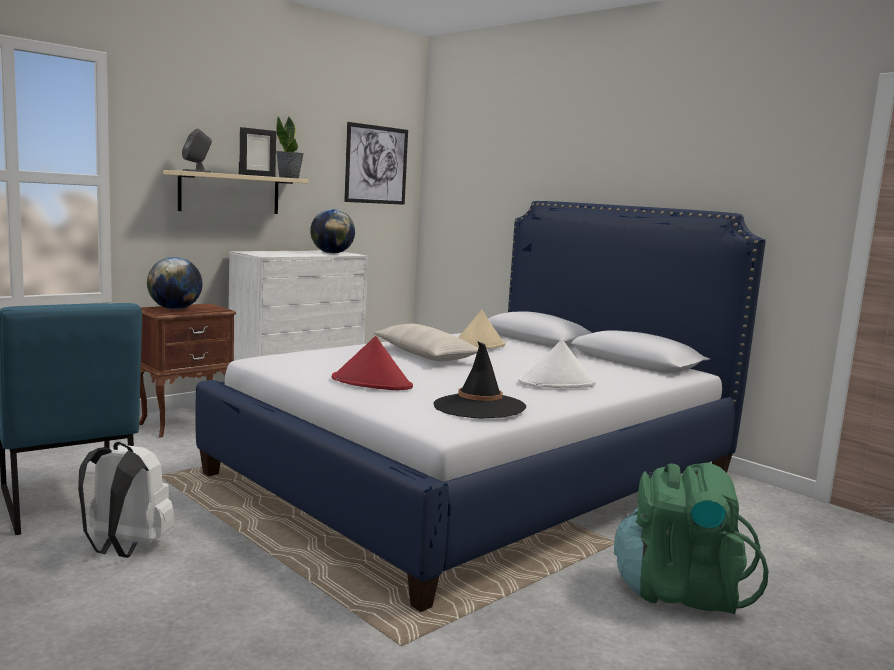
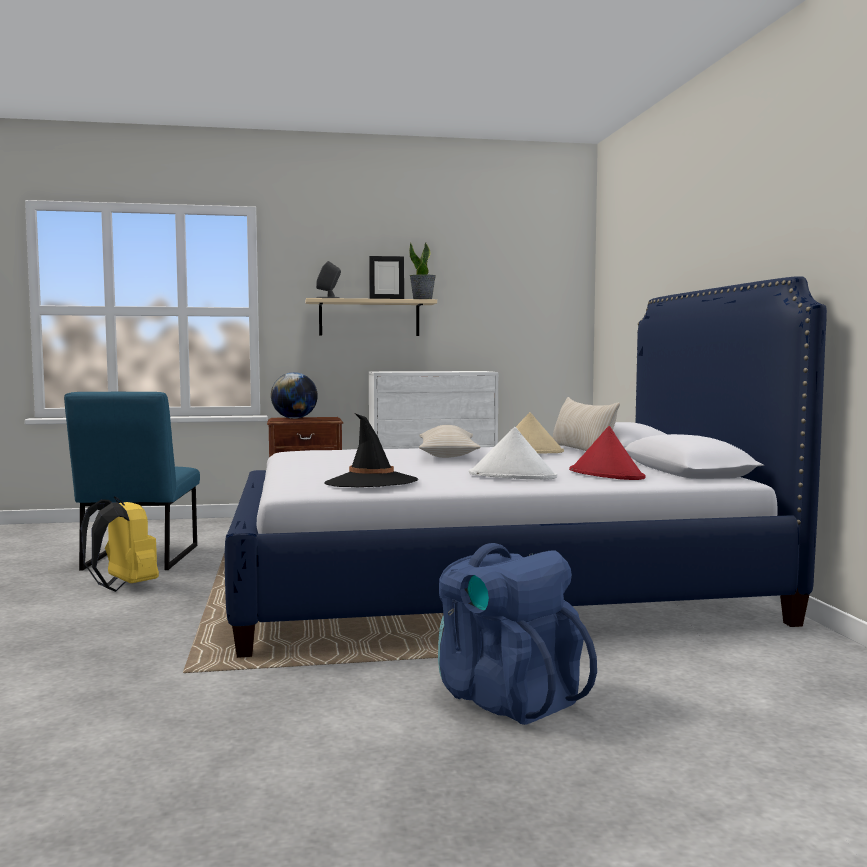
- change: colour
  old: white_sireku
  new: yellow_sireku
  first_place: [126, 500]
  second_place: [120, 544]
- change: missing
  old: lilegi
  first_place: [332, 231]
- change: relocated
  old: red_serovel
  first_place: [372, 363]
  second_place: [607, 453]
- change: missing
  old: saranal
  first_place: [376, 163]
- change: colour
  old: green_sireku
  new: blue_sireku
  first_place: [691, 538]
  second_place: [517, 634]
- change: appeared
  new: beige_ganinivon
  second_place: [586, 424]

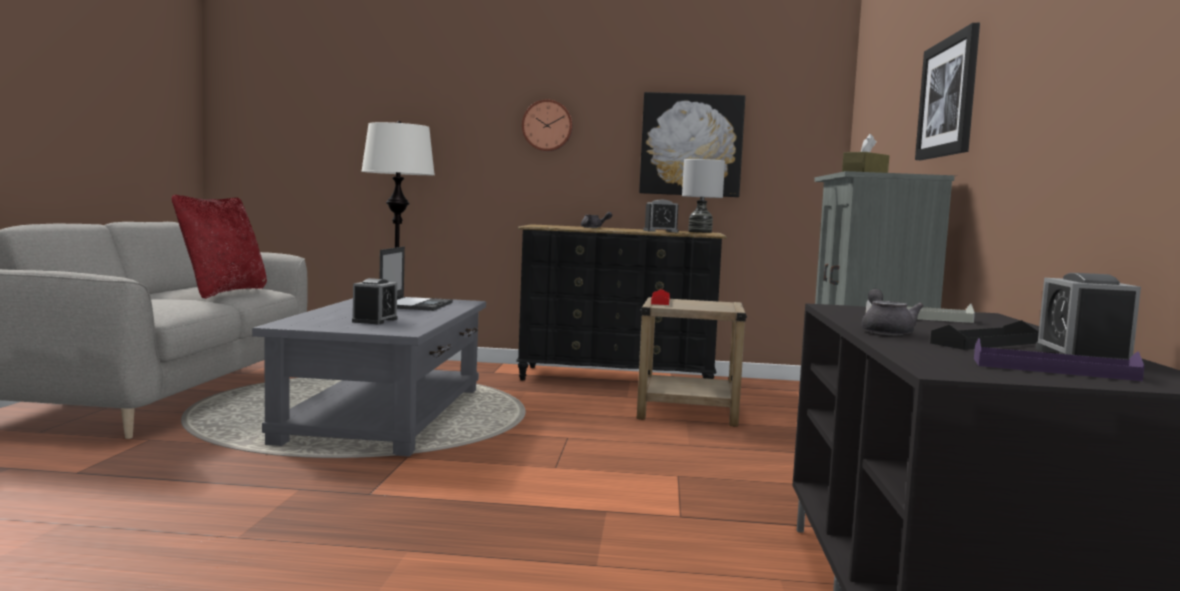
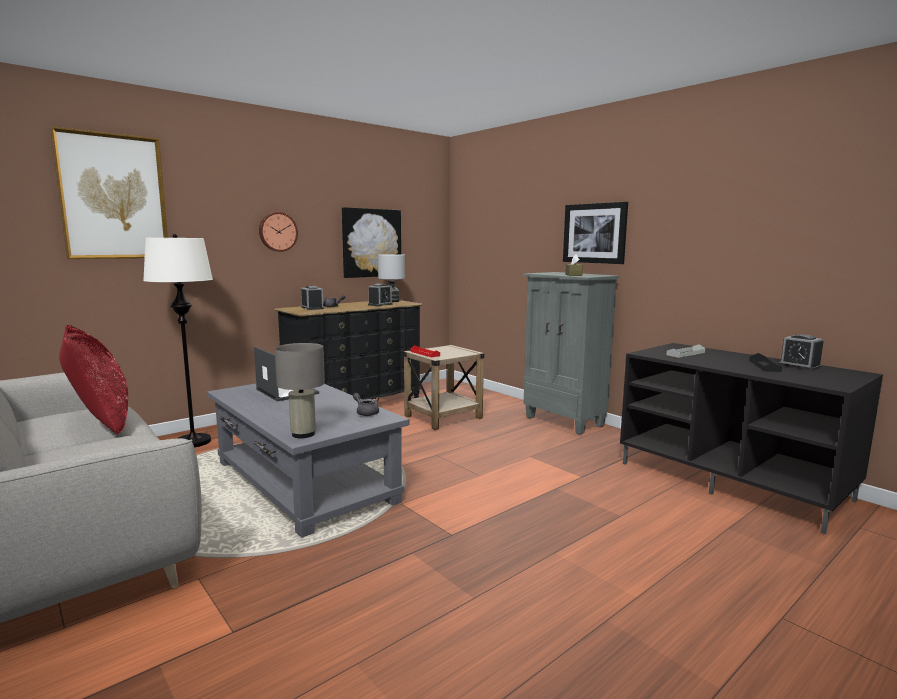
- change: relocated
  old: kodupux
  first_place: [374, 301]
  second_place: [312, 298]
- change: relocated
  old: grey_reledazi
  first_place: [892, 312]
  second_place: [366, 404]
- change: missing
  old: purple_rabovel
  first_place: [1059, 359]
- change: appeared
  new: saranal
  second_place: [109, 192]
- change: appeared
  new: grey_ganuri
  second_place: [300, 390]

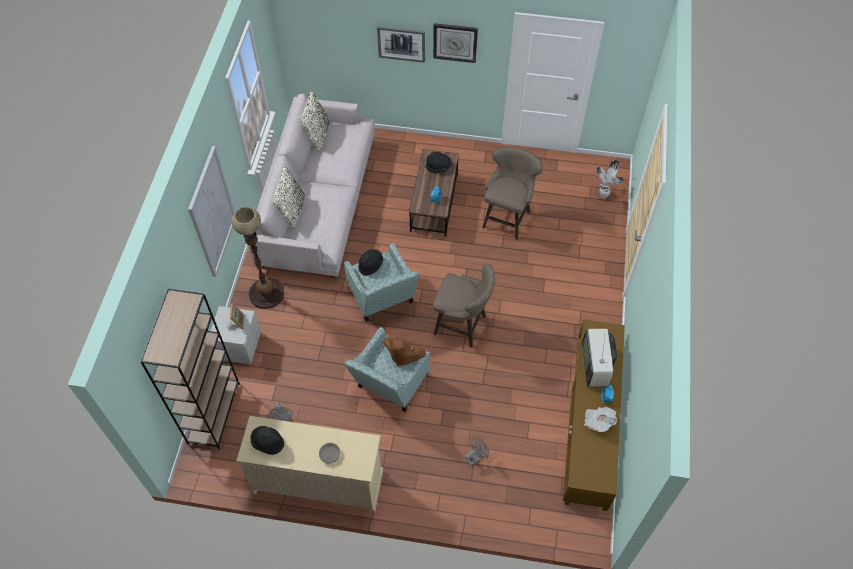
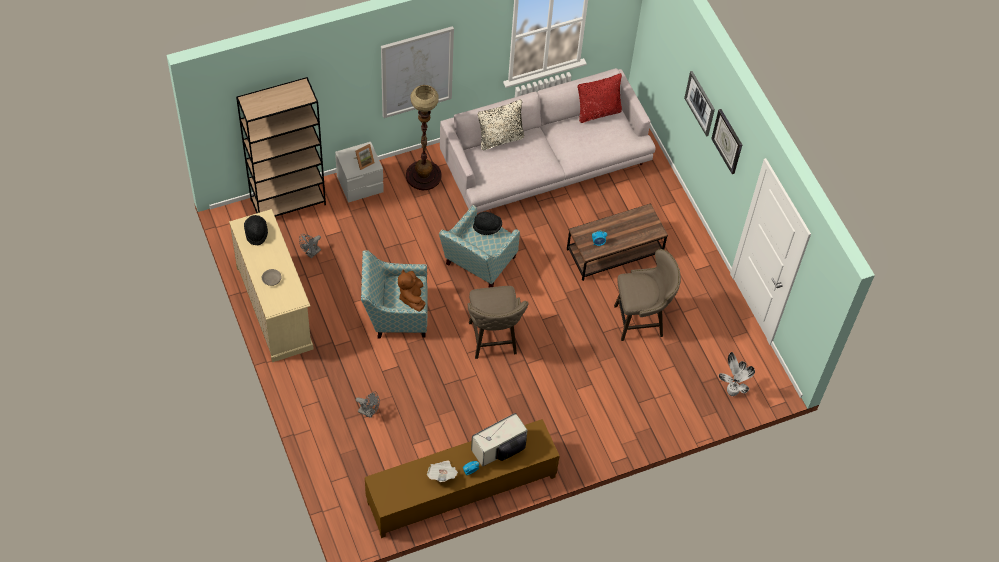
- change: colour
  old: beige_ganinivon
  new: red_ganinivon
  first_place: [315, 121]
  second_place: [599, 98]
- change: missing
  old: black_serovel
  first_place: [439, 162]

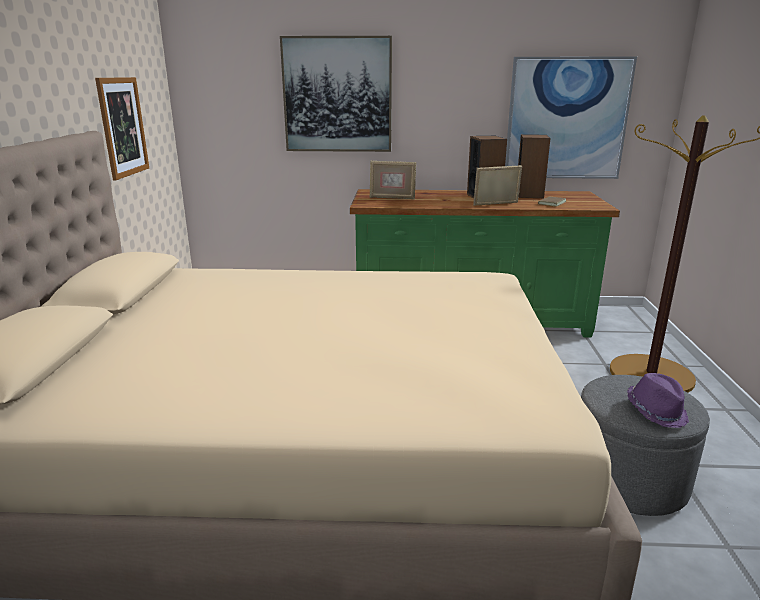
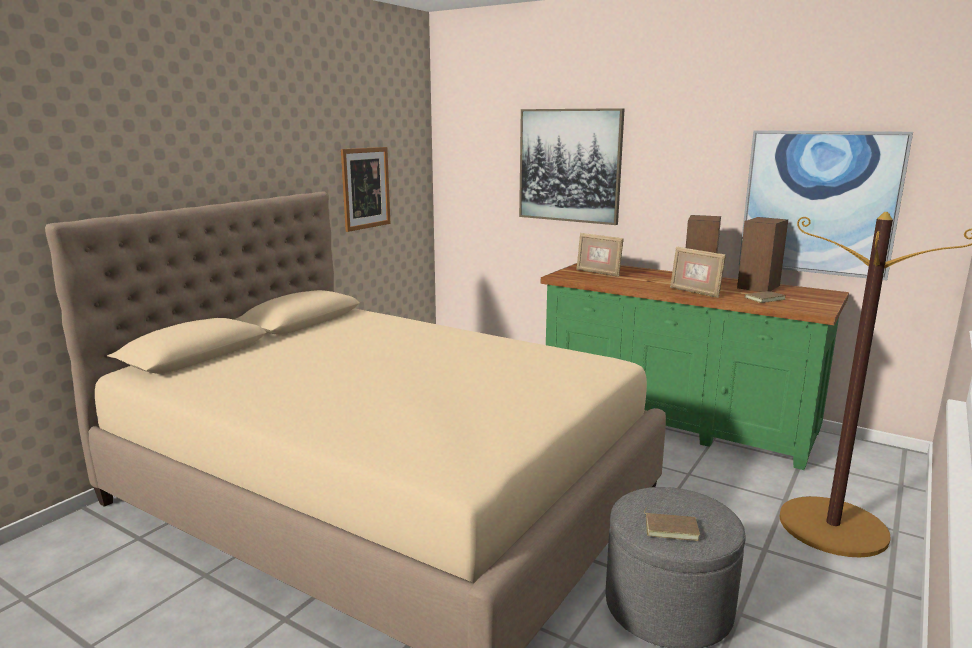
- change: spun
  old: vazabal
  first_place: [497, 185]
  second_place: [698, 272]
  degrees: -150
- change: exchanged
  old: purple_serovel
  new: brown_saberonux
  first_place: [658, 400]
  second_place: [672, 524]

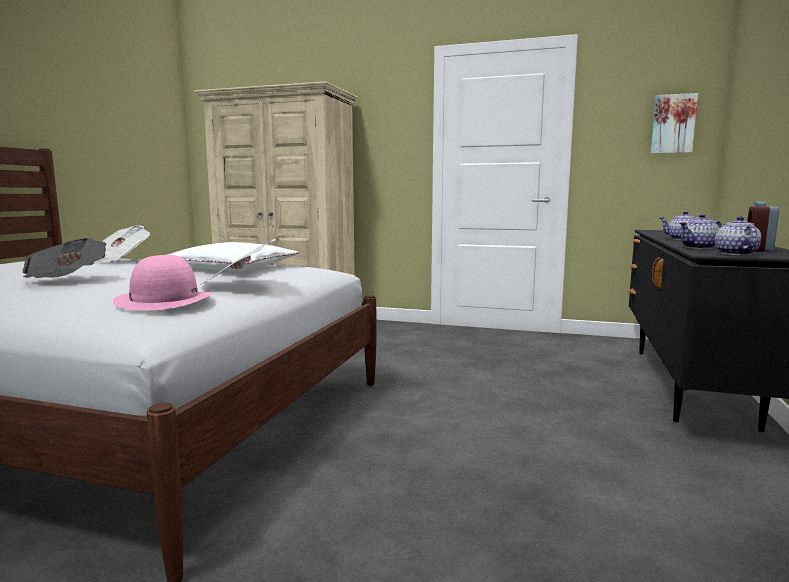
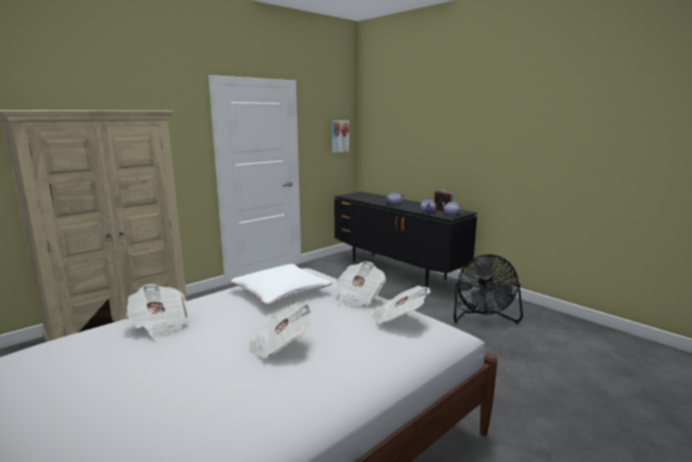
- change: exchanged
  old: pink_serovel
  new: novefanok
  first_place: [163, 282]
  second_place: [400, 305]
- change: appeared
  new: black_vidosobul
  second_place: [488, 289]

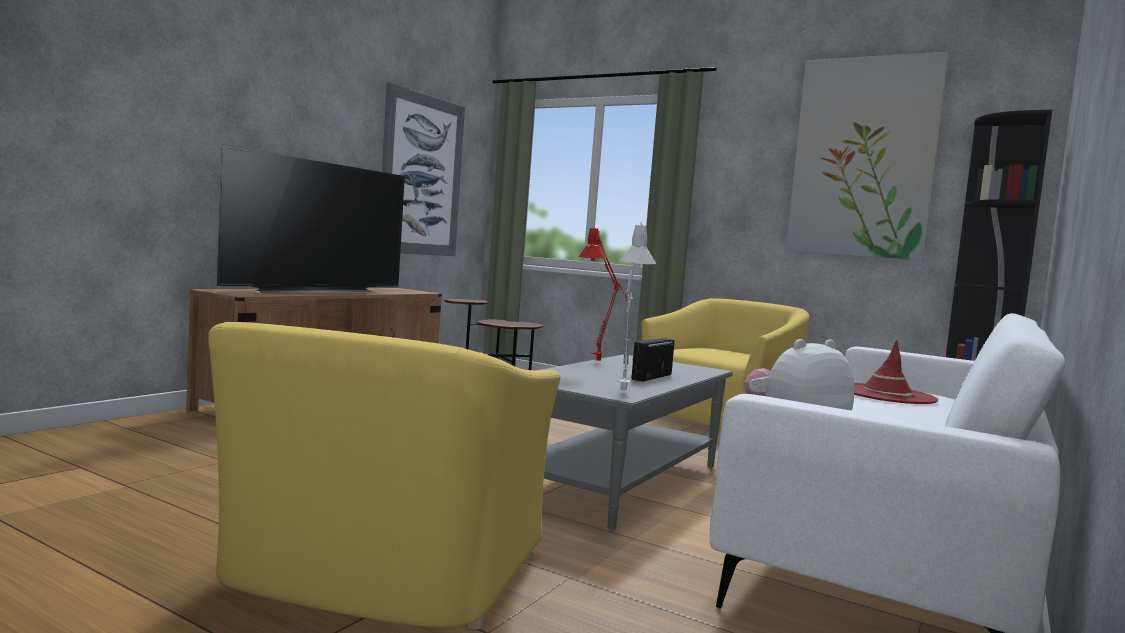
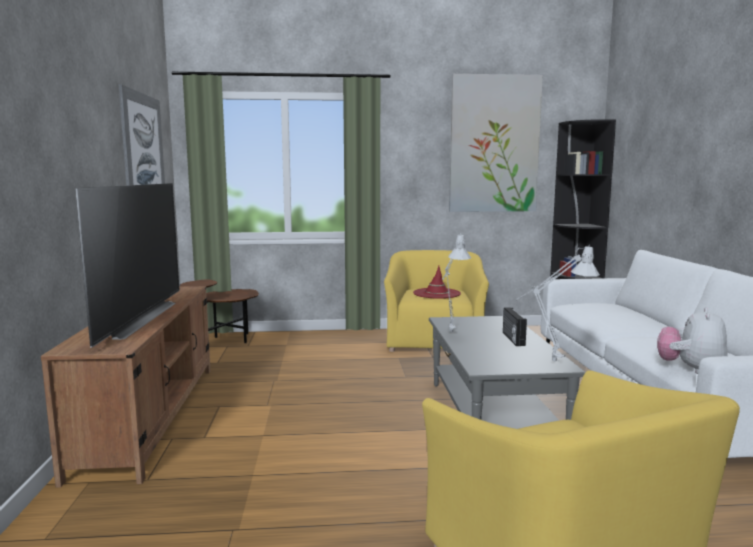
- change: colour
  old: red_ganuri
  new: grey_ganuri
  first_place: [603, 294]
  second_place: [456, 283]
- change: relocated
  old: red_serovel
  first_place: [896, 372]
  second_place: [437, 282]

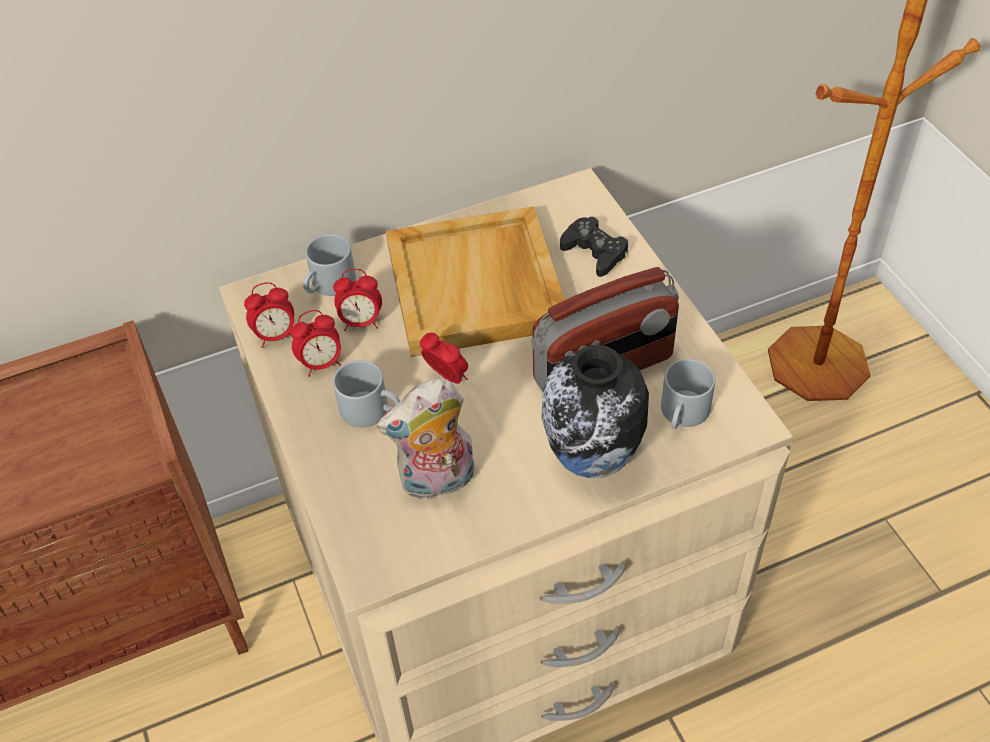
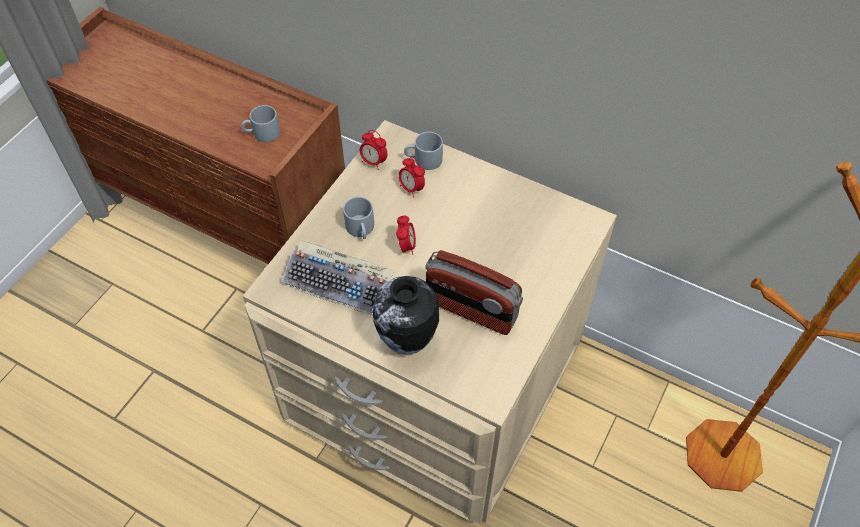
- change: missing
  old: kodupux
  first_place: [315, 343]
- change: exchanged
  old: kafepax
  new: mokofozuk
  first_place: [425, 439]
  second_place: [337, 278]
- change: missing
  old: beige_rabovel
  first_place: [475, 281]
- change: missing
  old: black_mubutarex
  first_place: [594, 247]
- change: relocated
  old: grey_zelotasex
  first_place: [688, 394]
  second_place: [260, 123]

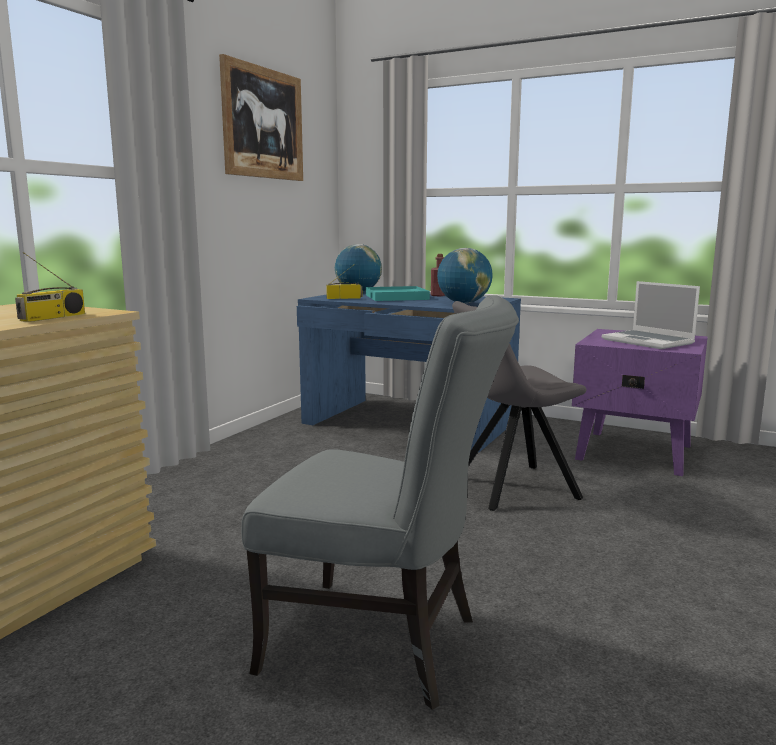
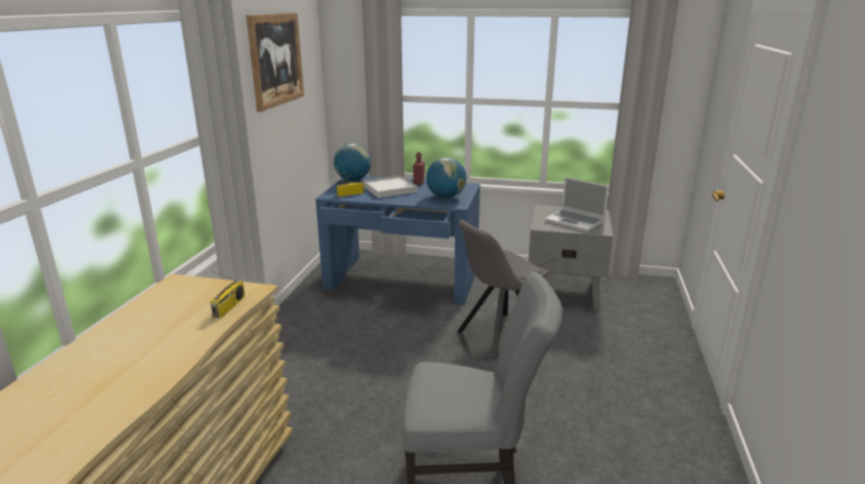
- change: colour
  old: turquoise_rabovel
  new: white_rabovel
  first_place: [398, 293]
  second_place: [390, 187]
- change: colour
  old: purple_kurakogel
  new: grey_kurakogel
  first_place: [640, 402]
  second_place: [570, 257]

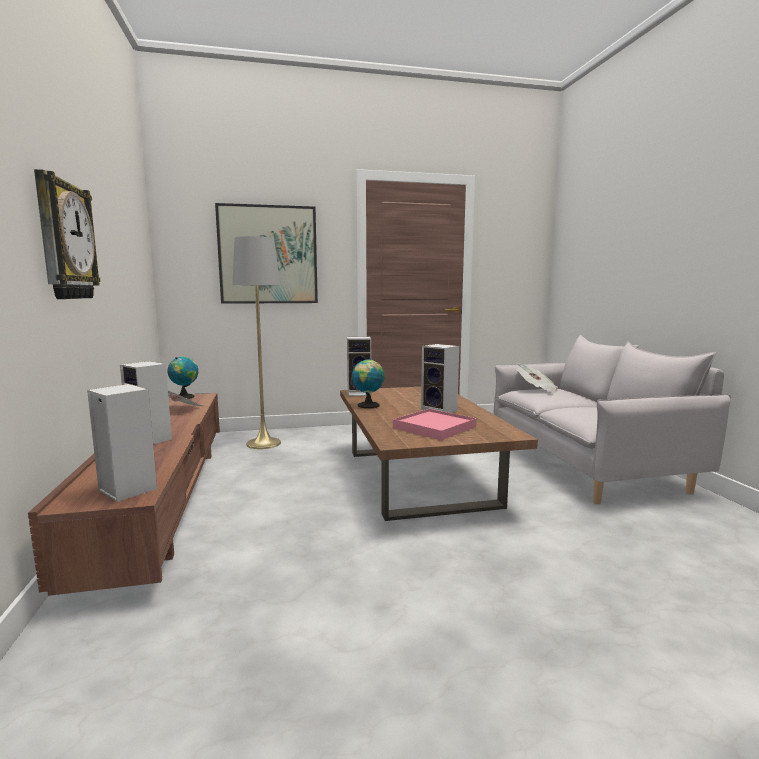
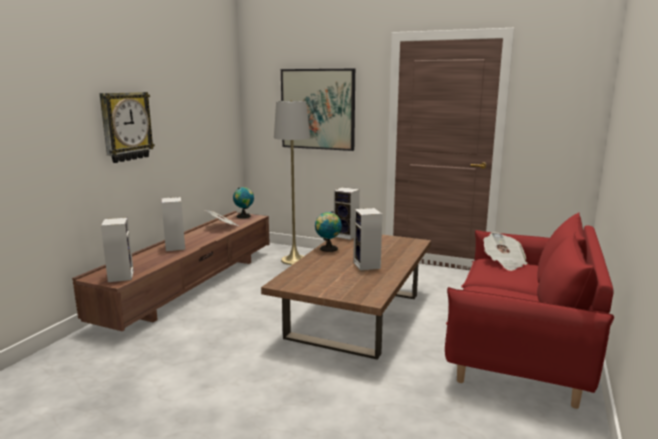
- change: missing
  old: pink_rabovel
  first_place: [434, 424]
- change: colour
  old: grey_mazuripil
  new: red_mazuripil
  first_place: [612, 419]
  second_place: [529, 310]

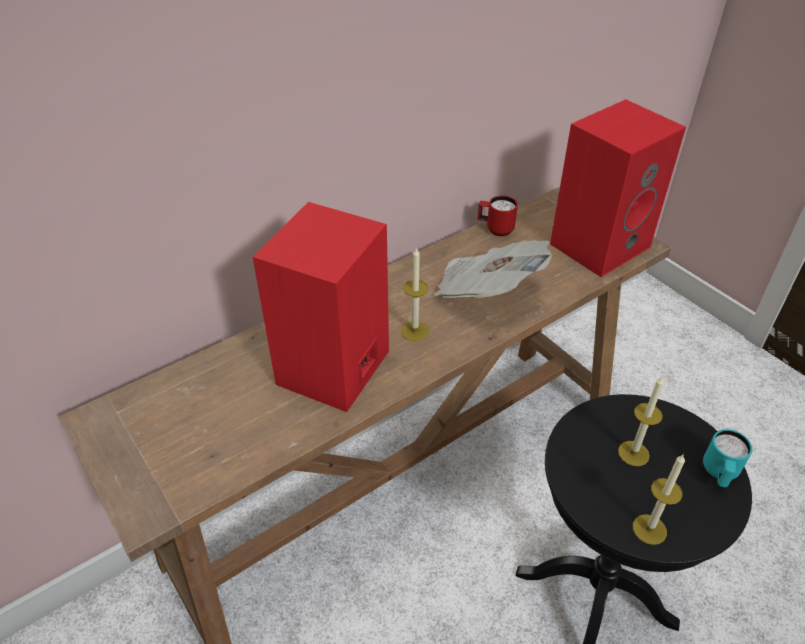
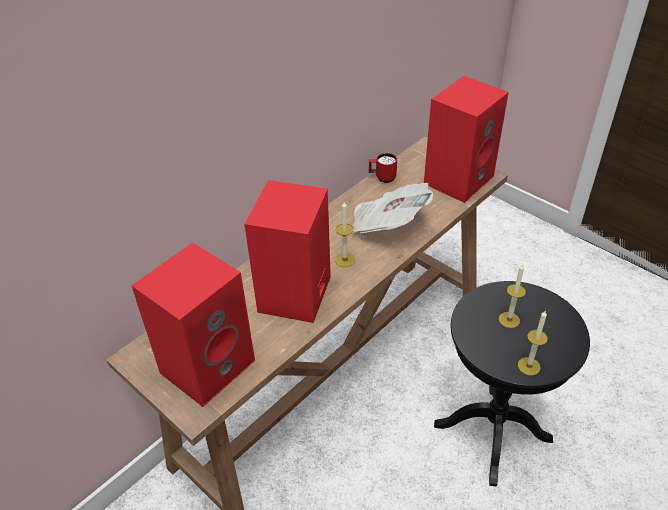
- change: missing
  old: turquoise_zelotasex
  first_place: [727, 458]
- change: appeared
  new: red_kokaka
  second_place: [193, 325]

